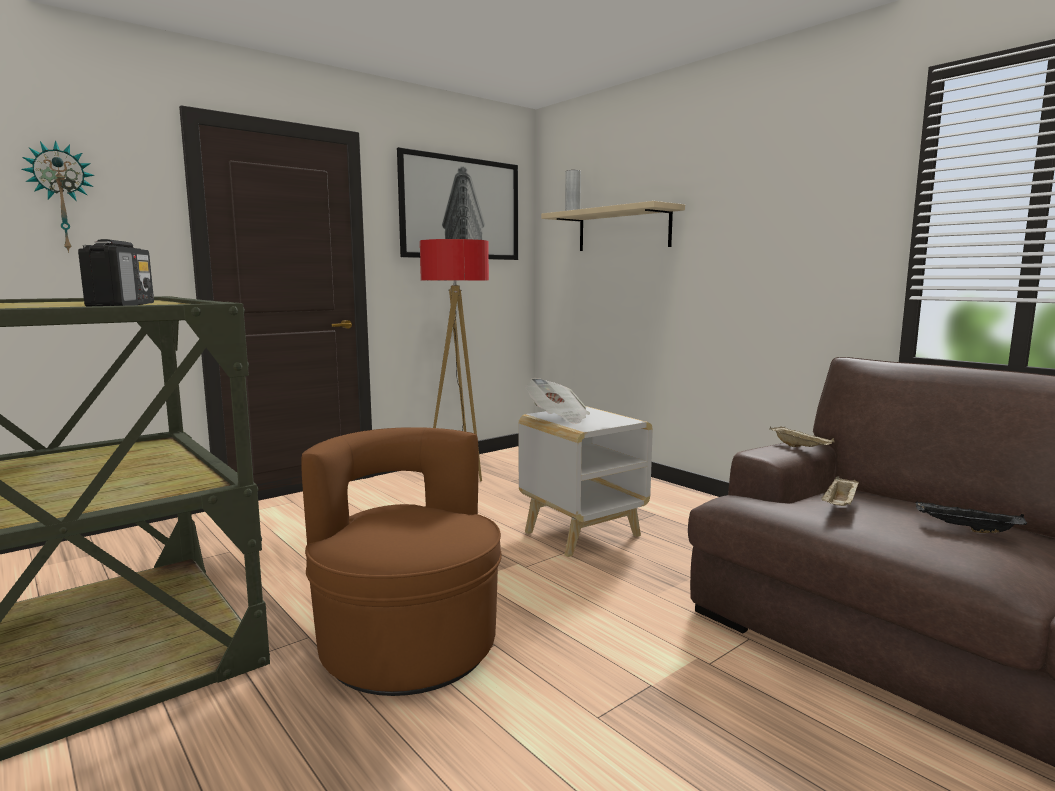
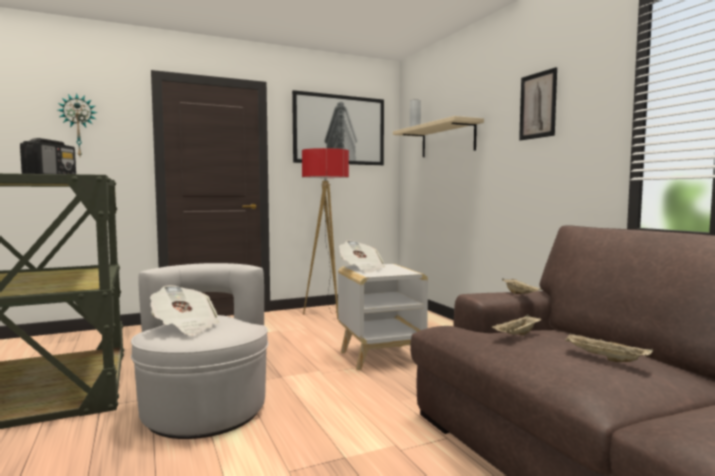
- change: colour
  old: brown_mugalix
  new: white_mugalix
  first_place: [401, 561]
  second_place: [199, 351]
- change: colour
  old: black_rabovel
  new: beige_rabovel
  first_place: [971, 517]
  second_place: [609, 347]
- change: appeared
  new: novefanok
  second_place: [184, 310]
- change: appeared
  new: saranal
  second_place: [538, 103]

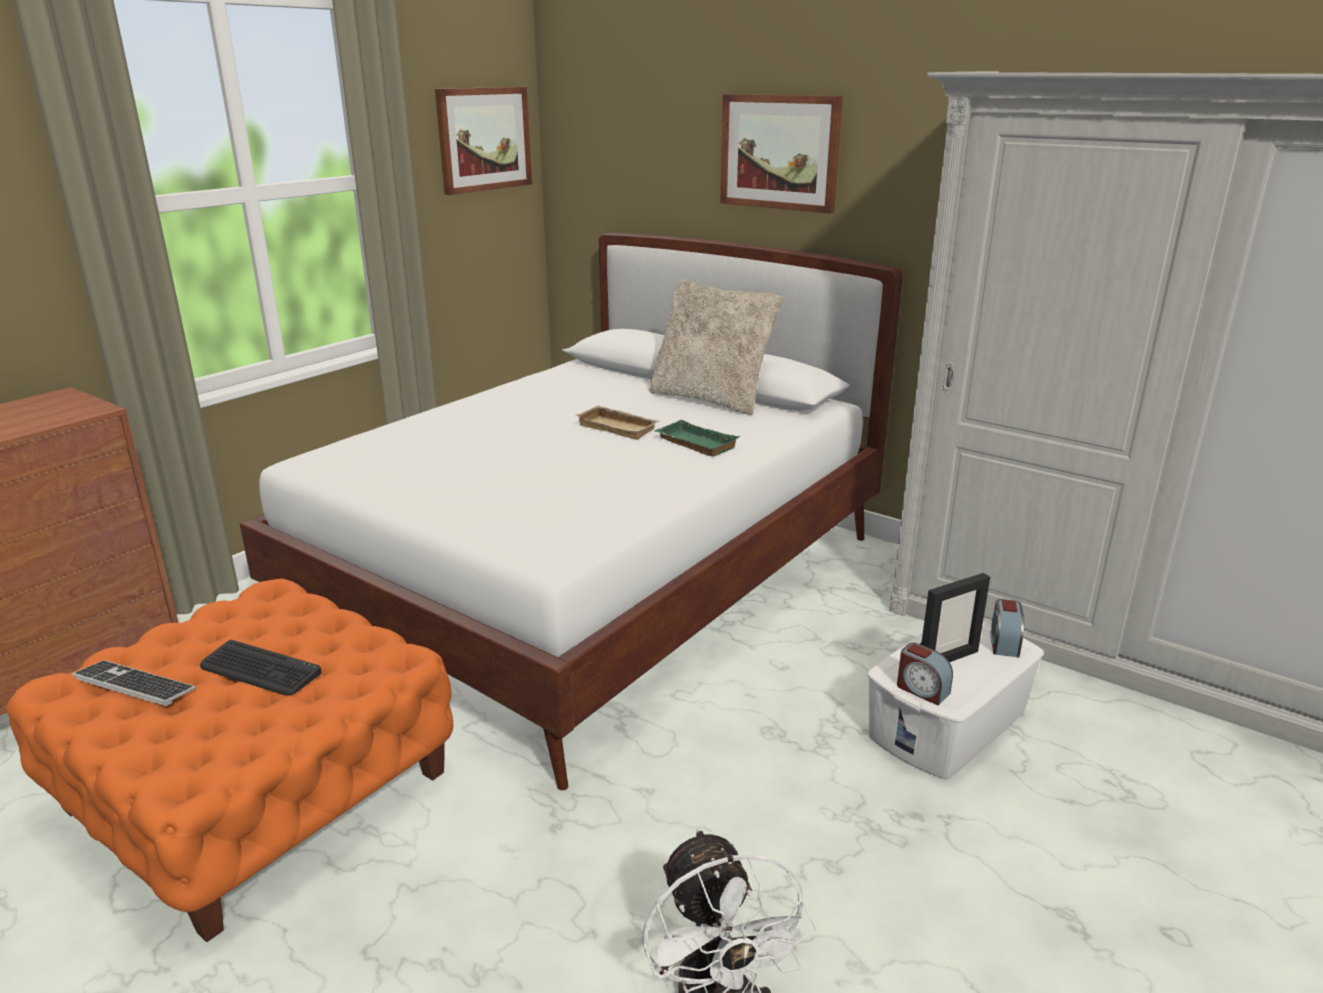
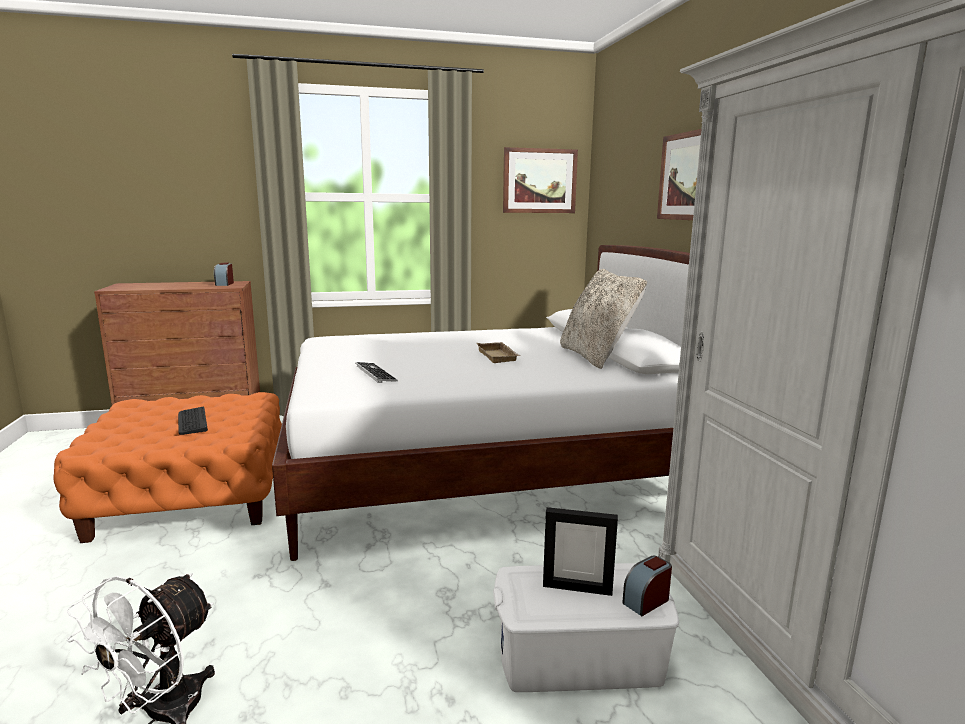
- change: relocated
  old: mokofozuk
  first_place: [134, 683]
  second_place: [376, 372]
- change: missing
  old: green_rabovel
  first_place: [697, 438]
- change: relocated
  old: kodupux
  first_place: [925, 674]
  second_place: [224, 274]

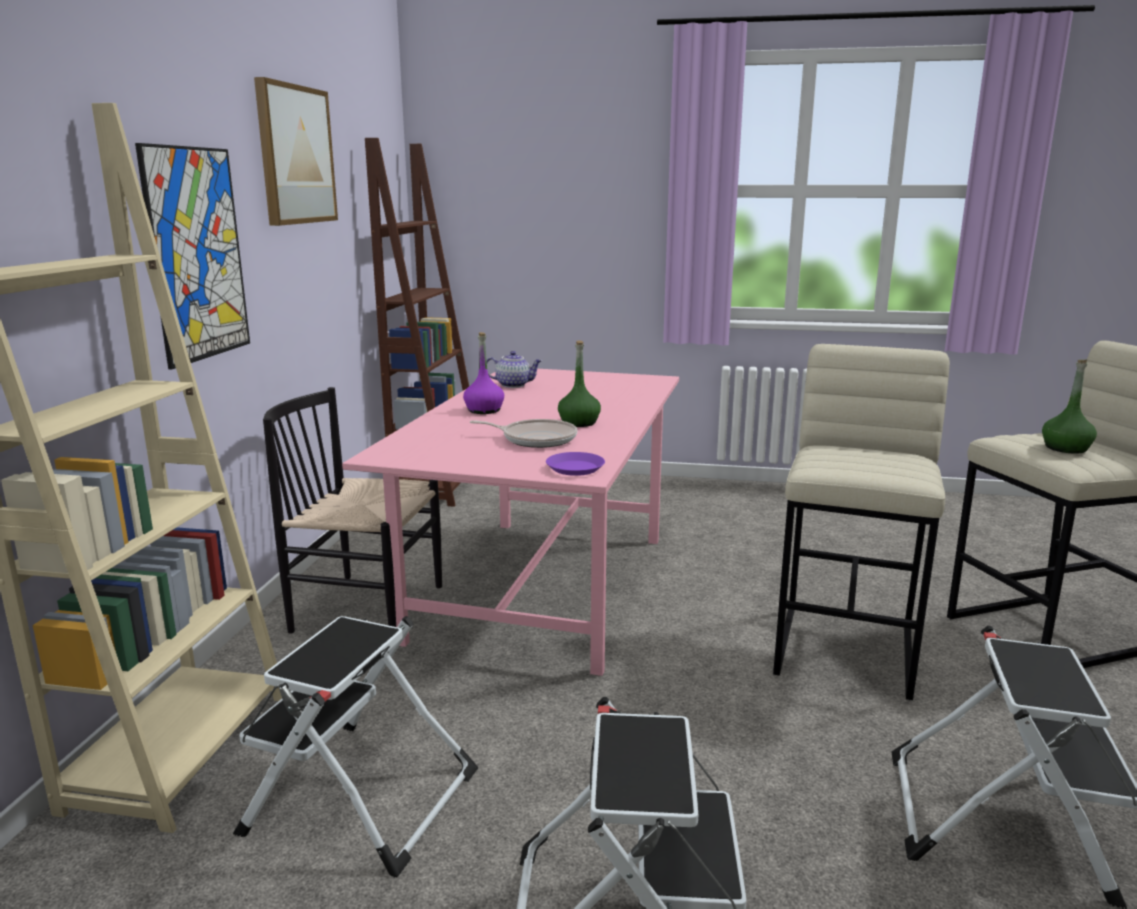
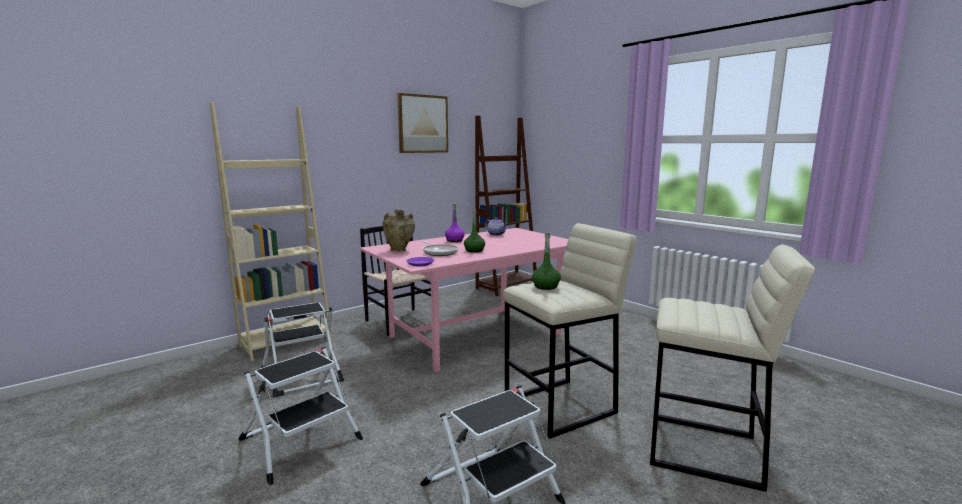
- change: missing
  old: saranal
  first_place: [192, 256]
- change: relocated
  old: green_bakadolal
  first_place: [1069, 407]
  second_place: [546, 261]
- change: appeared
  new: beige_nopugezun
  second_place: [398, 230]

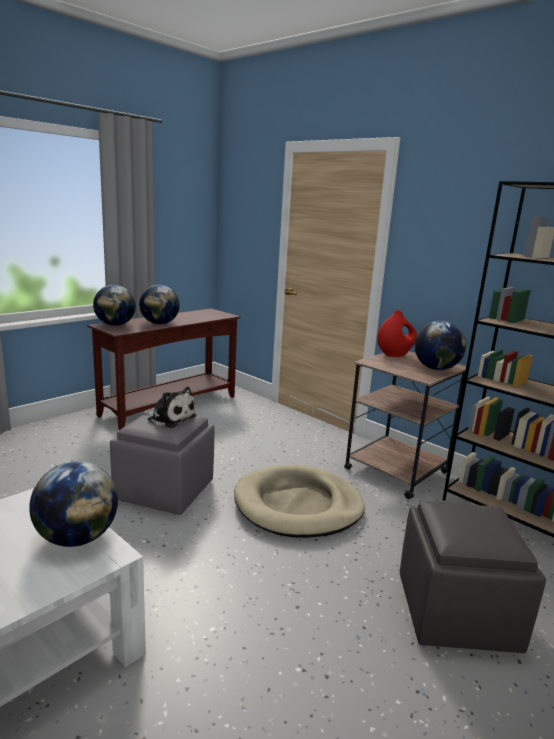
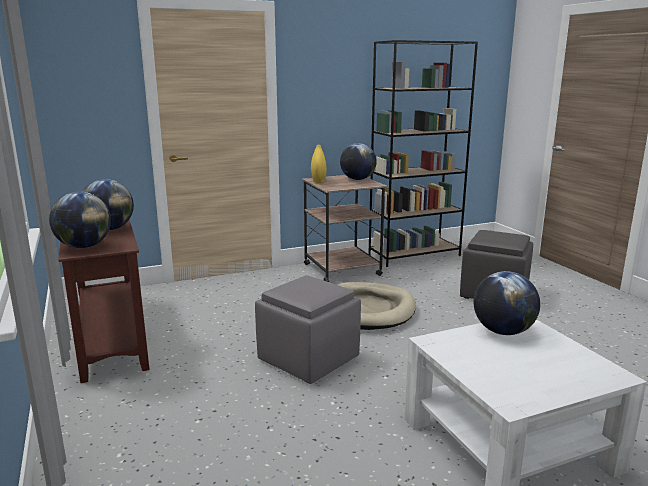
- change: missing
  old: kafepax
  first_place: [170, 407]
- change: colour
  old: red_nopugezun
  new: yellow_nopugezun
  first_place: [397, 333]
  second_place: [319, 164]

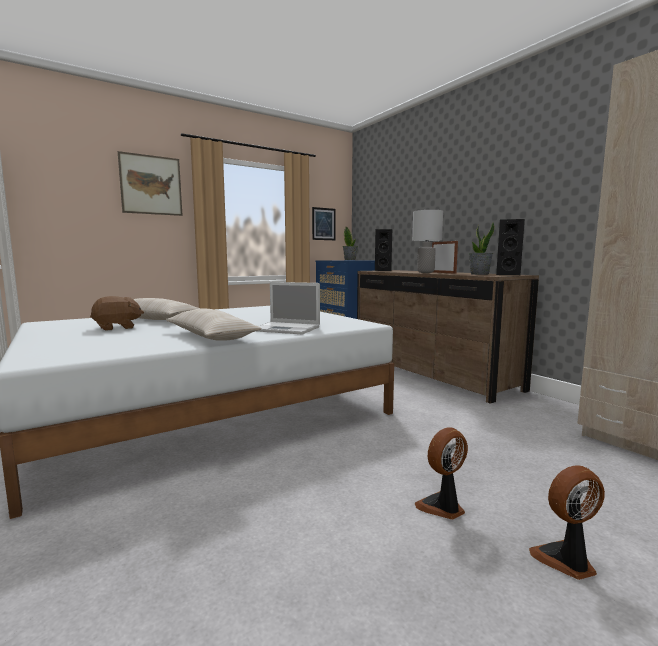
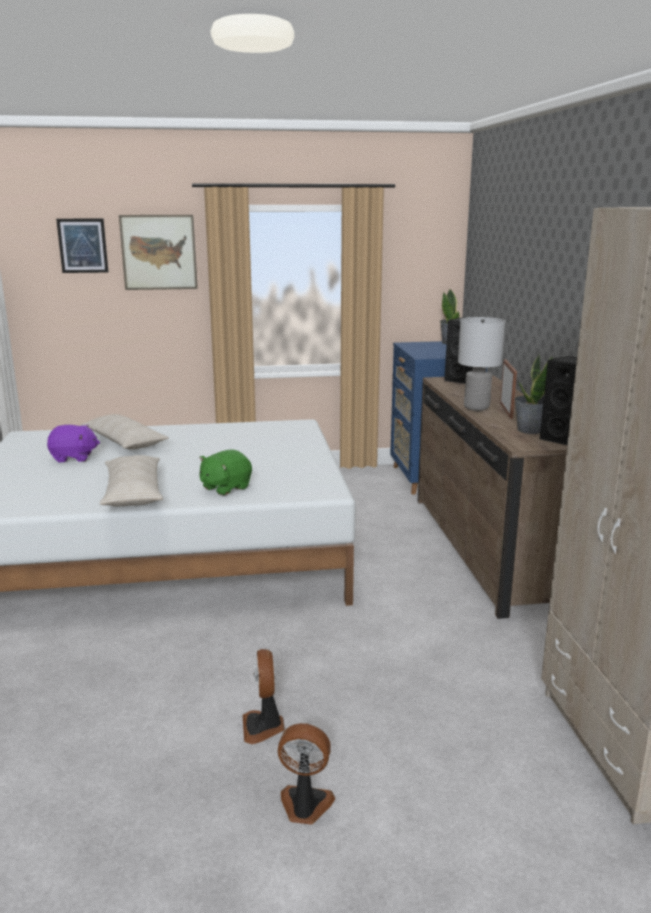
- change: colour
  old: brown_kafepax
  new: purple_kafepax
  first_place: [117, 313]
  second_place: [73, 443]
- change: exchanged
  old: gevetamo
  new: green_kafepax
  first_place: [289, 308]
  second_place: [225, 473]
- change: relocated
  old: saranal
  first_place: [324, 223]
  second_place: [82, 246]
- change: spun
  old: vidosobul
  first_place: [441, 473]
  second_place: [264, 696]
  degrees: -90

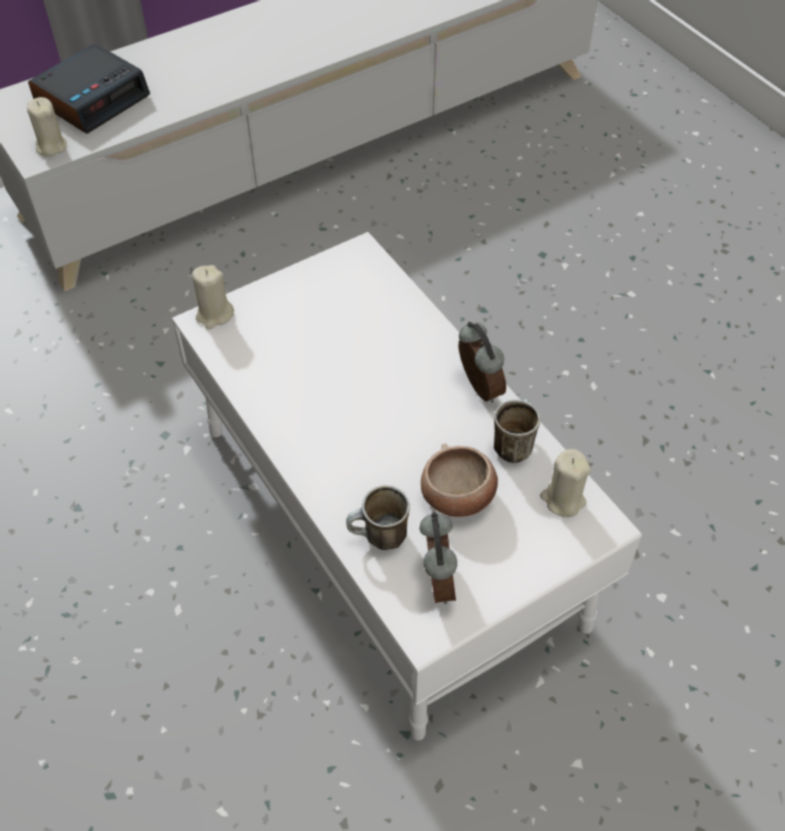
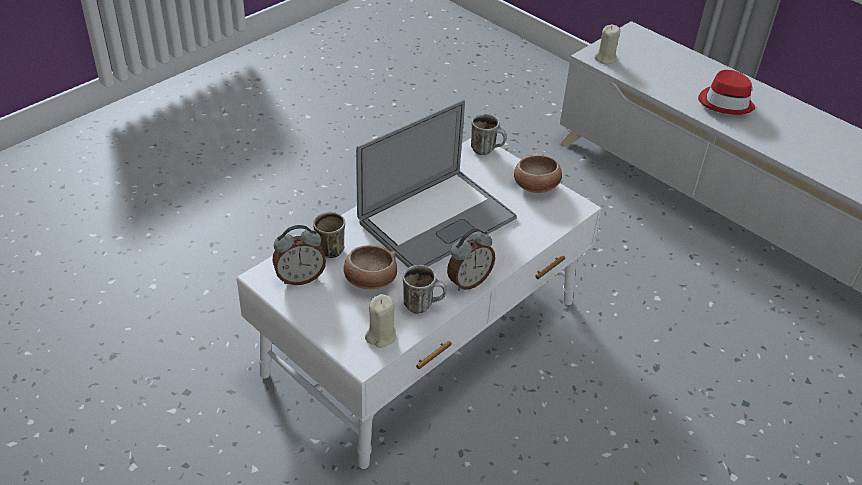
- change: missing
  old: kodupux
  first_place: [89, 88]
- change: exchanged
  old: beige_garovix
  new: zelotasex
  first_place: [213, 297]
  second_place: [489, 134]
- change: appeared
  new: gevetamo
  second_place: [436, 184]
- change: appeared
  new: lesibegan
  second_place: [538, 173]
- change: appeared
  new: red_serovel
  second_place: [726, 92]

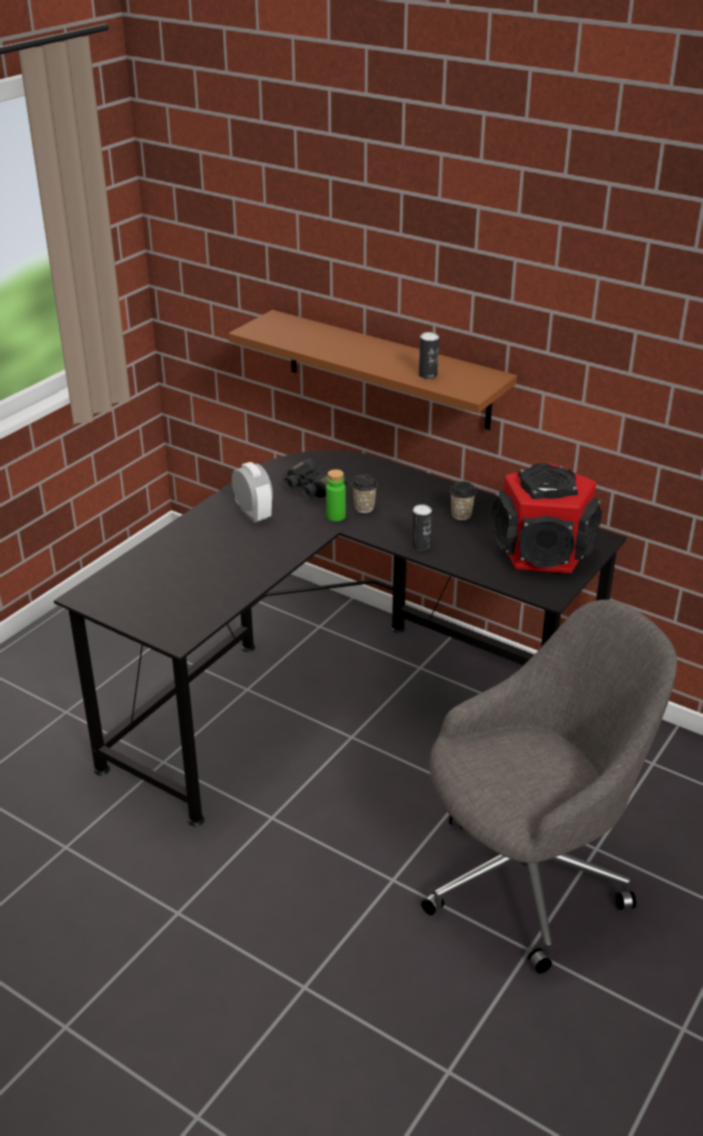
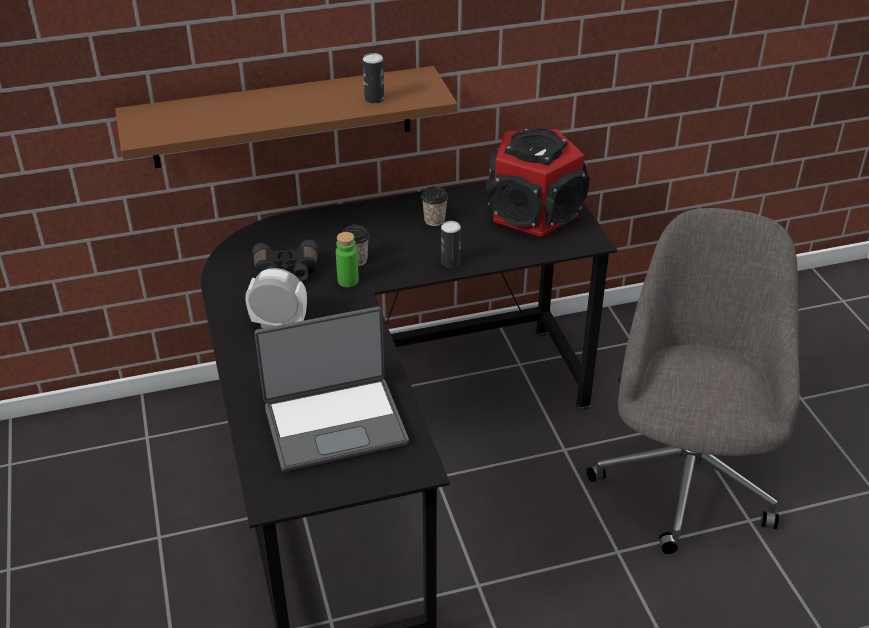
- change: appeared
  new: gevetamo
  second_place: [331, 389]

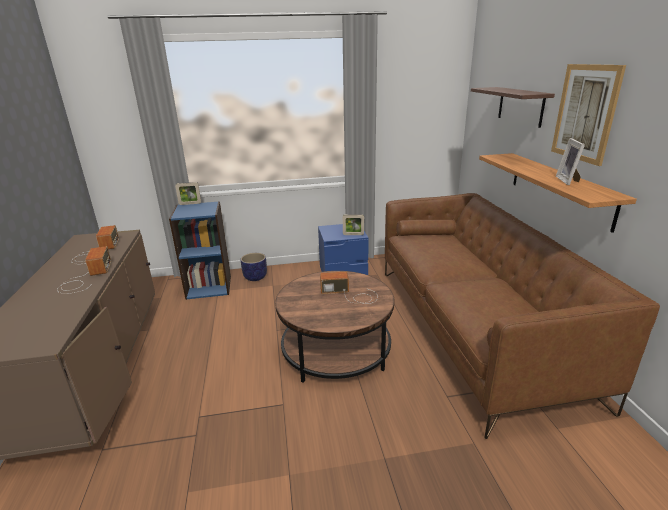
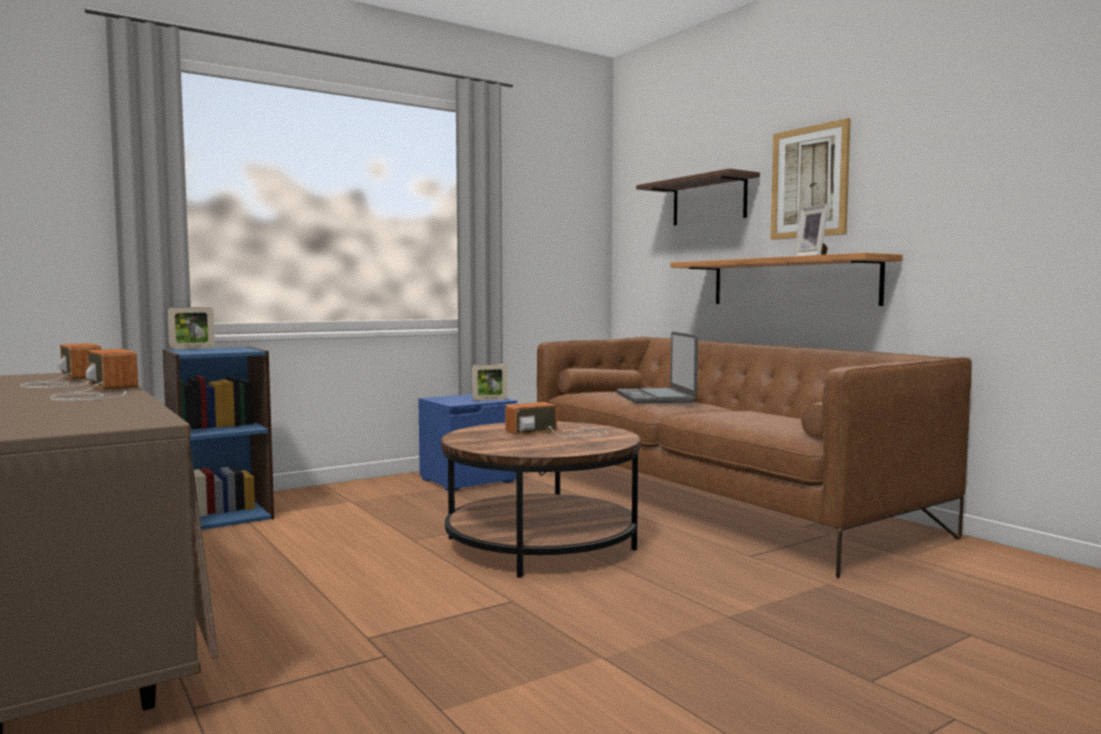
- change: missing
  old: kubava
  first_place: [254, 267]
- change: appeared
  new: gevetamo
  second_place: [657, 368]

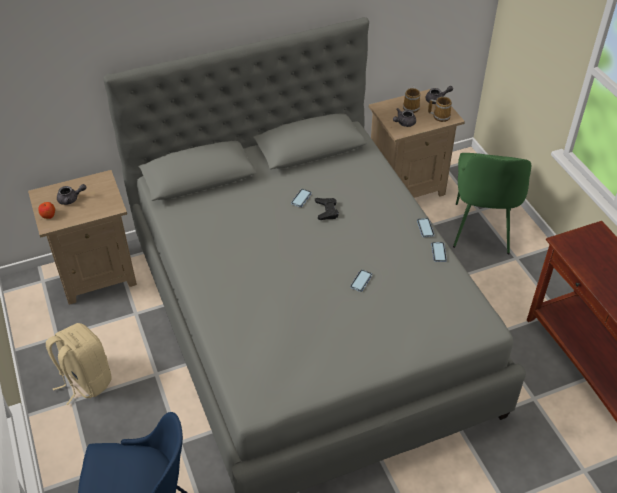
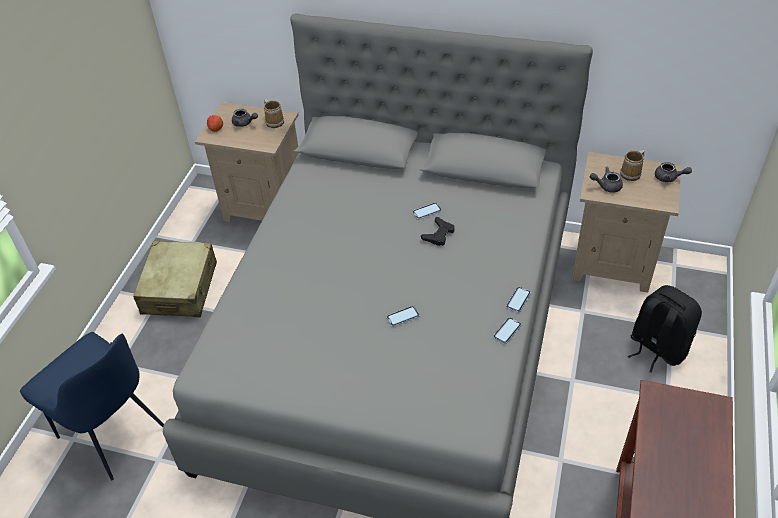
- change: exchanged
  old: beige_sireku
  new: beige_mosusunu
  first_place: [79, 364]
  second_place: [175, 279]
- change: relocated
  old: zelotasex
  first_place: [440, 109]
  second_place: [274, 113]
- change: exchanged
  old: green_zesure
  new: black_sireku
  first_place: [492, 203]
  second_place: [665, 329]

